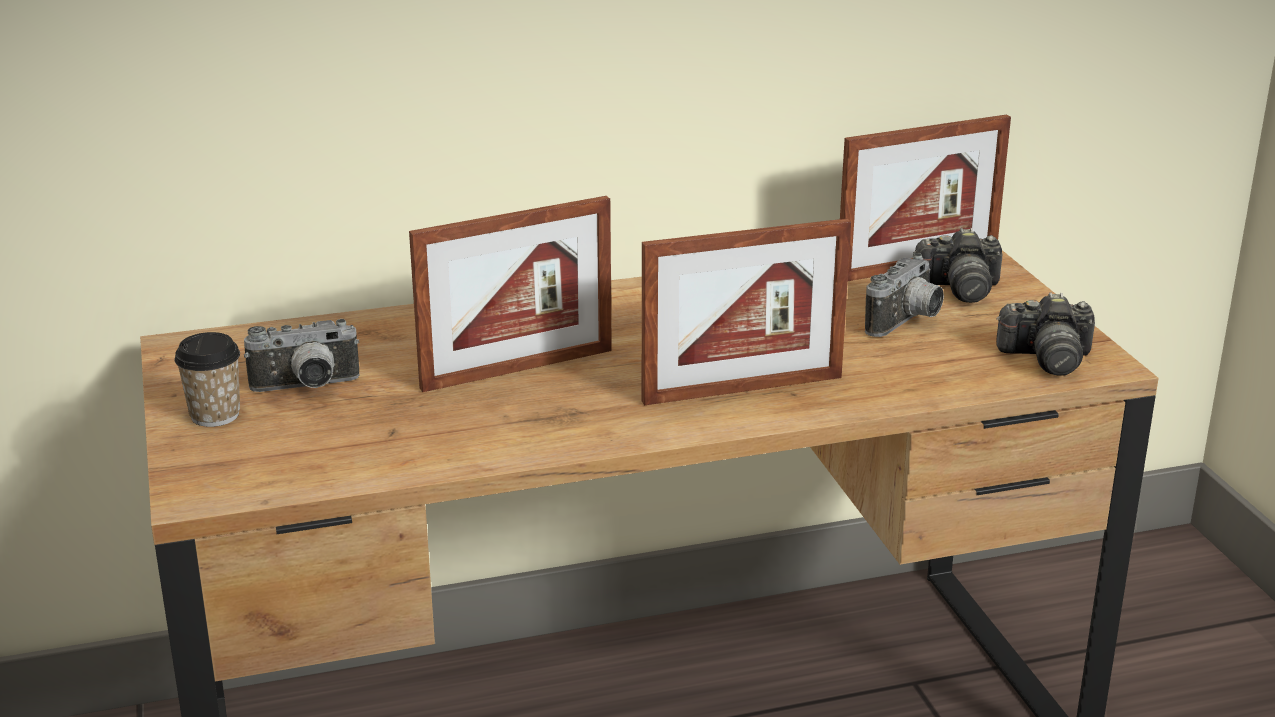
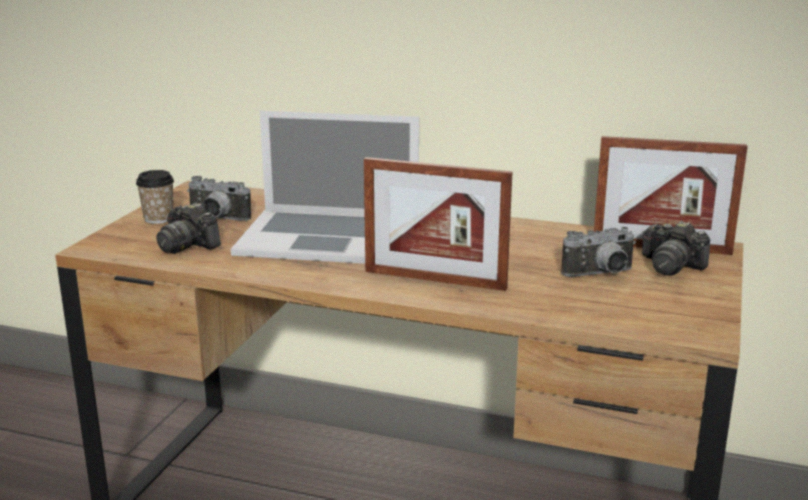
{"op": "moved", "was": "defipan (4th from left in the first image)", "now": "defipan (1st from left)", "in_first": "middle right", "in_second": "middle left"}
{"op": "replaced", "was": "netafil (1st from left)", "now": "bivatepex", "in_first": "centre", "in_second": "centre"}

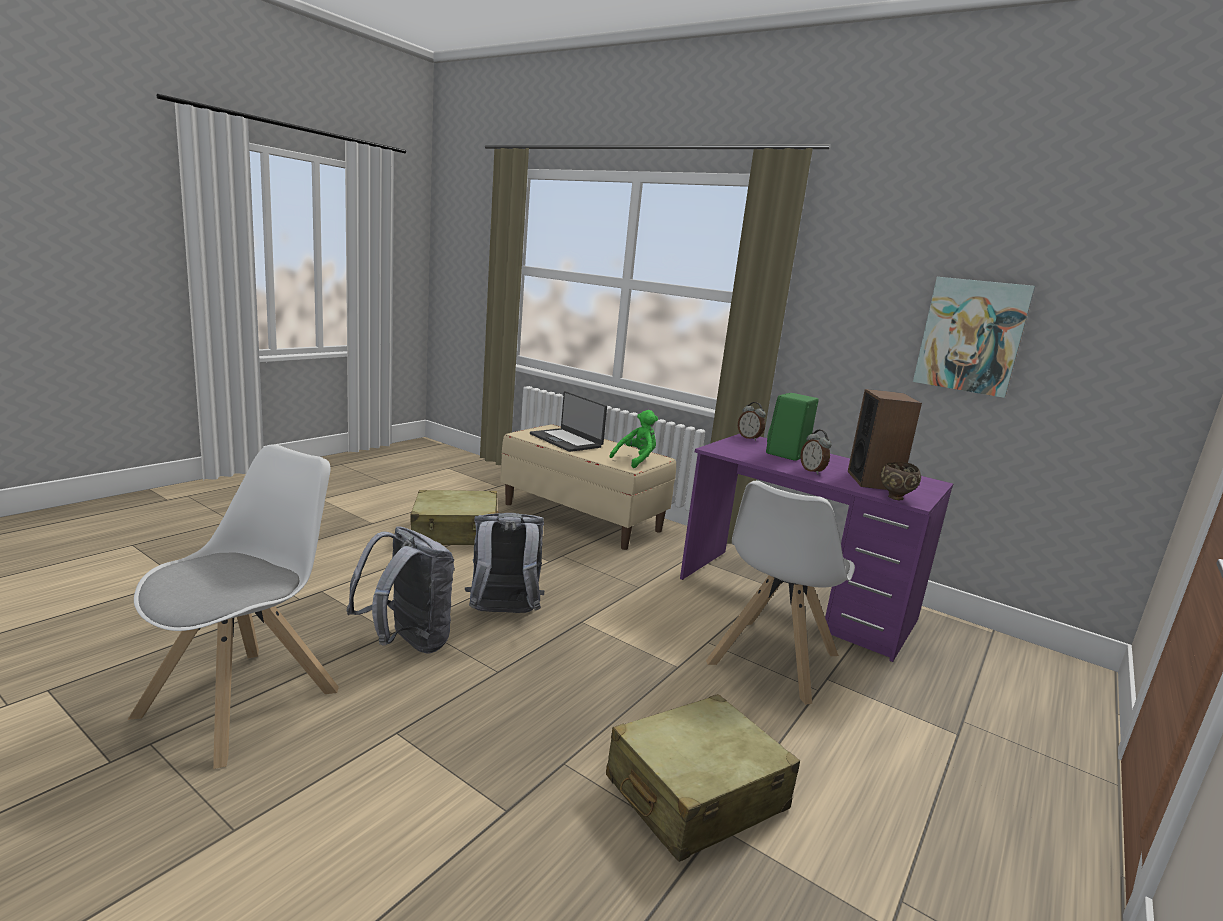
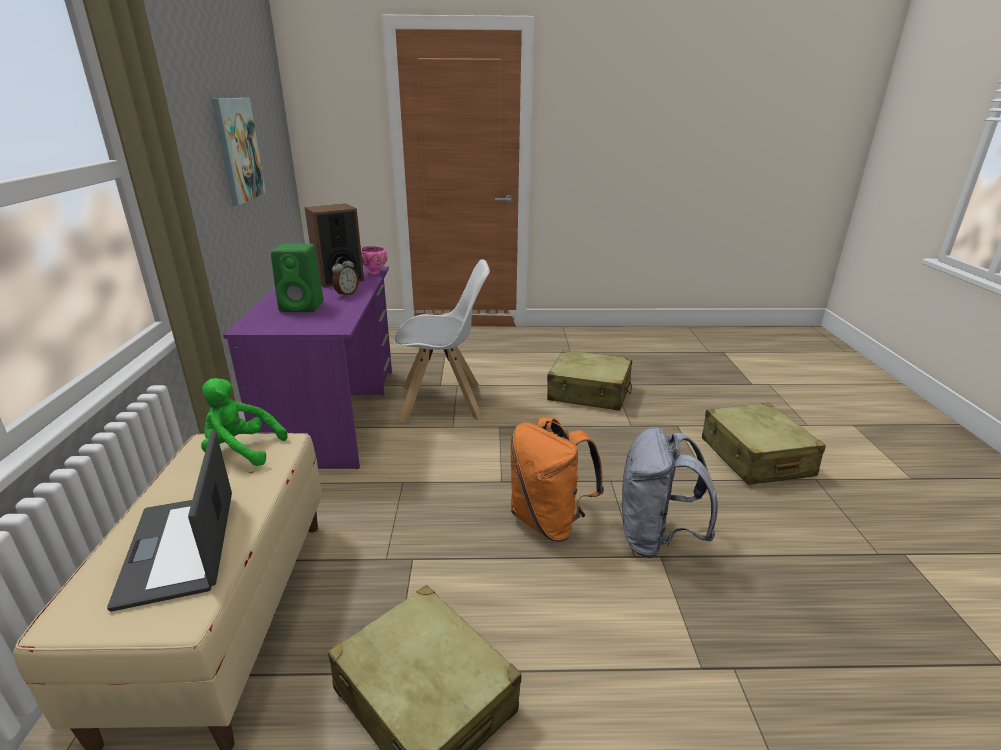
{"op": "turned", "was": "bivatepex", "in_first": "centre", "in_second": "bottom left", "clockwise": 150}
{"op": "recoloured", "was": "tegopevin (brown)", "now": "tegopevin (pink)", "in_first": "middle right", "in_second": "centre"}
{"op": "recoloured", "was": "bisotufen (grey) (2nd from left)", "now": "bisotufen (orange)", "in_first": "centre", "in_second": "centre"}
{"op": "added", "now": "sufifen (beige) (3rd from left)", "in_second": "middle right"}
{"op": "removed", "was": "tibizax (1st from left)", "in_first": "middle left"}
{"op": "removed", "was": "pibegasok (1st from left)", "in_first": "centre"}

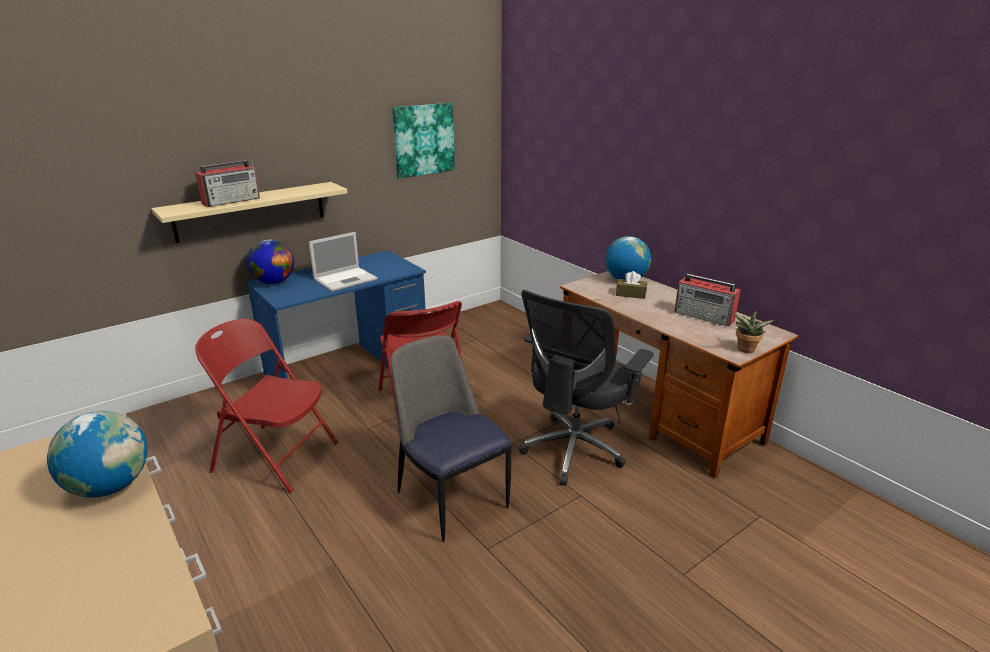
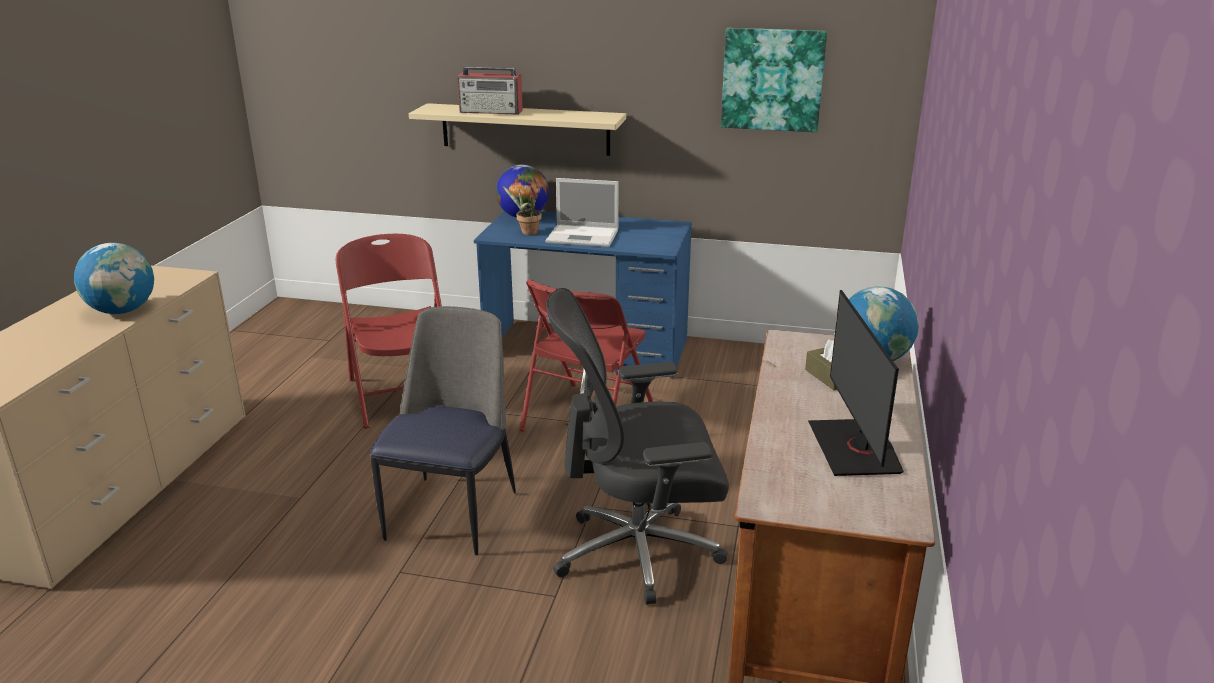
{"op": "moved", "was": "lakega", "in_first": "middle right", "in_second": "top centre"}
{"op": "replaced", "was": "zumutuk (2nd from left)", "now": "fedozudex", "in_first": "middle right", "in_second": "middle right"}

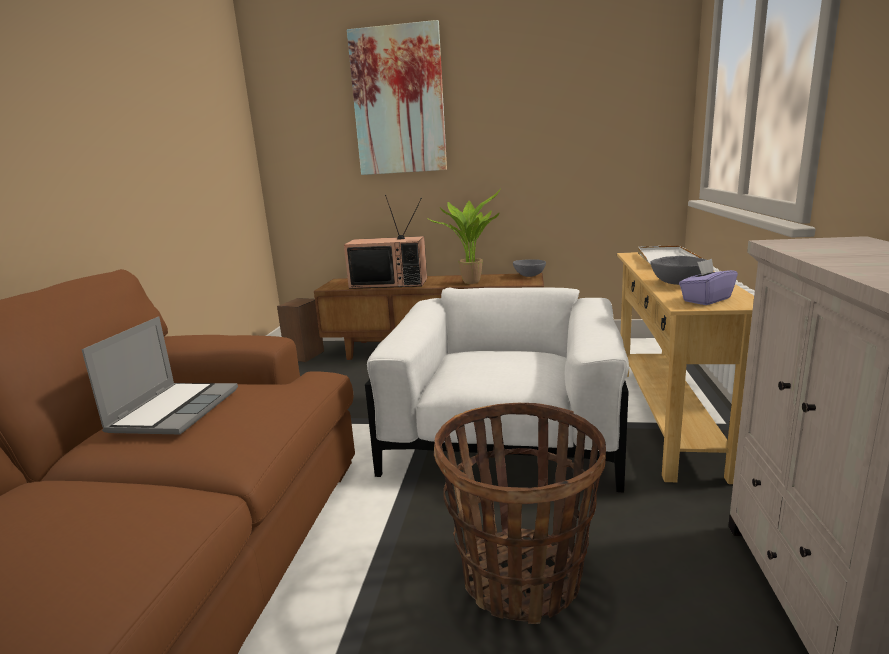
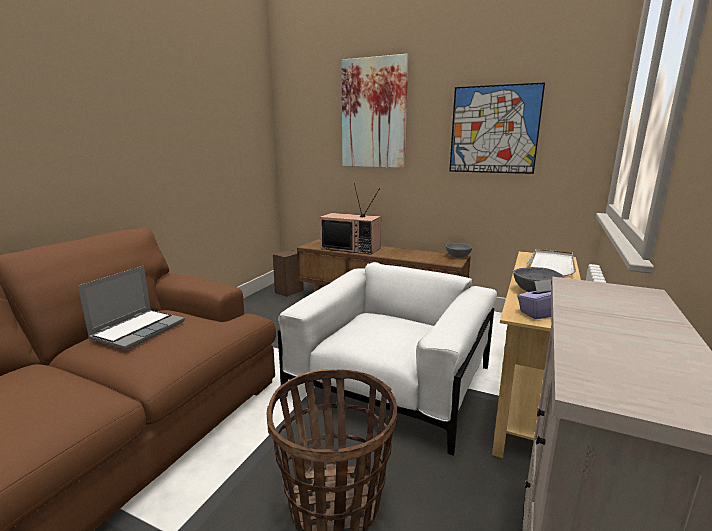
{"op": "added", "now": "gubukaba (2nd from left)", "in_second": "top right"}
{"op": "removed", "was": "lakega", "in_first": "centre"}

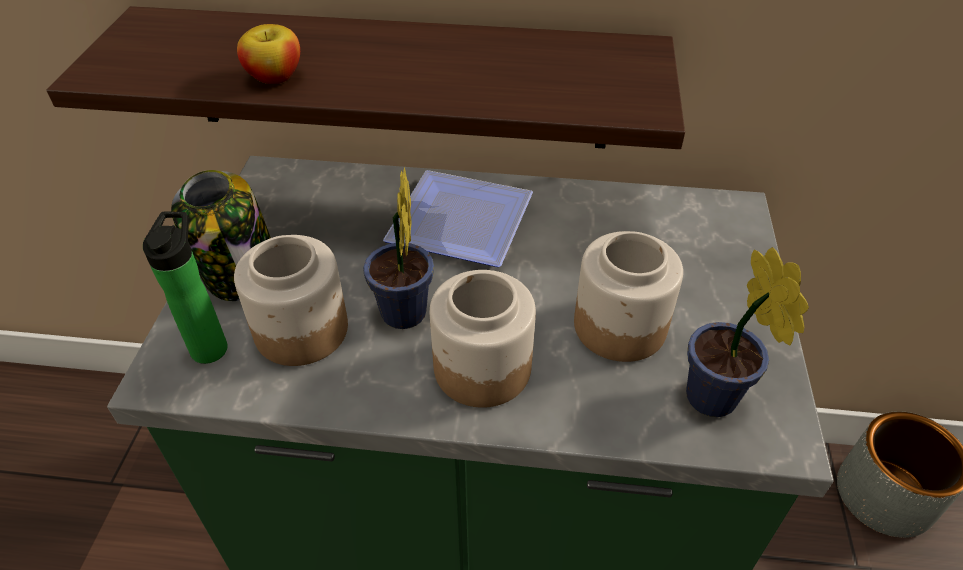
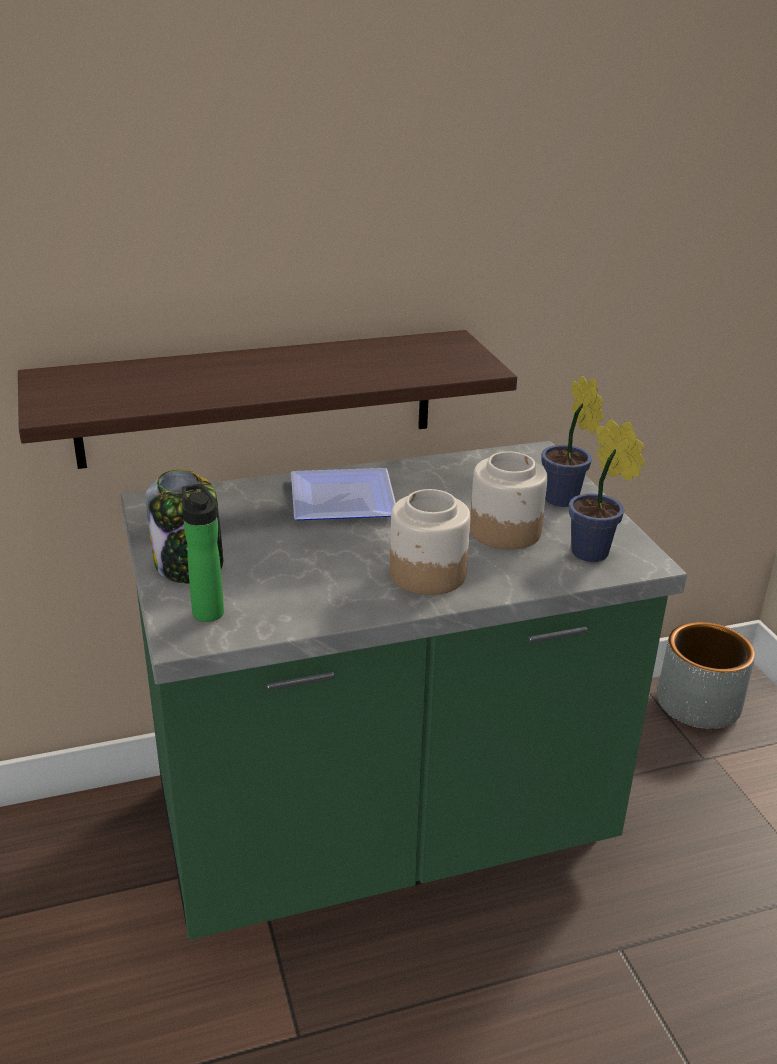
{"op": "moved", "was": "lakega (1st from left)", "in_first": "centre", "in_second": "middle right"}
{"op": "removed", "was": "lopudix (2nd from left)", "in_first": "middle left"}
{"op": "removed", "was": "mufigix", "in_first": "top left"}

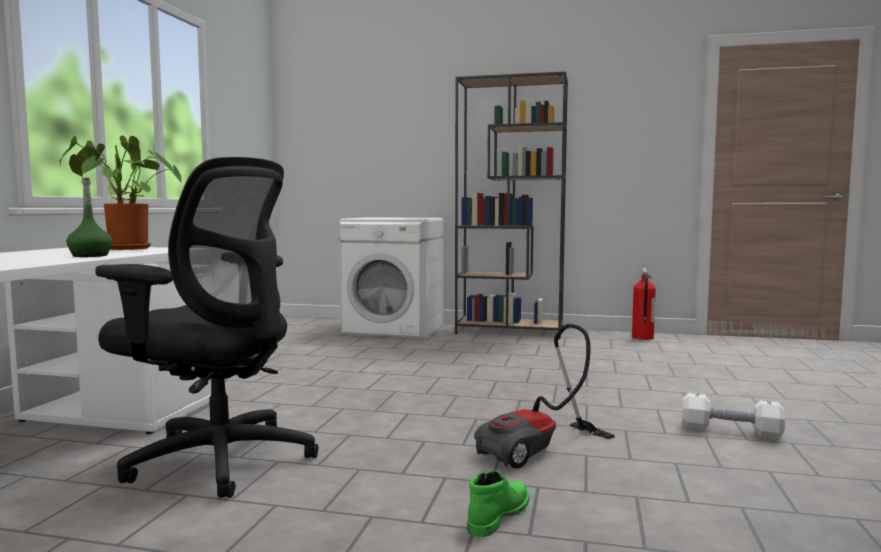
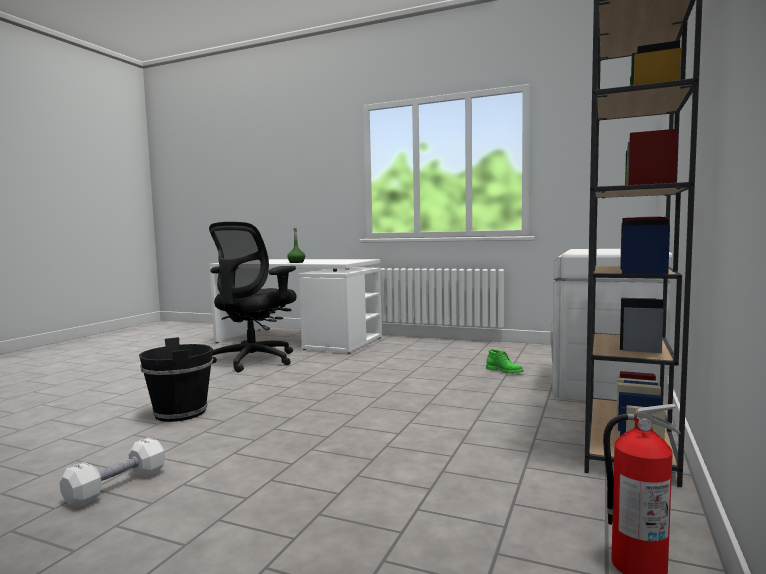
{"op": "replaced", "was": "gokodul", "now": "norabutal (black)", "in_first": "bottom centre", "in_second": "middle left"}
{"op": "moved", "was": "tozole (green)", "in_first": "bottom centre", "in_second": "centre"}
{"op": "removed", "was": "lakega", "in_first": "middle left"}

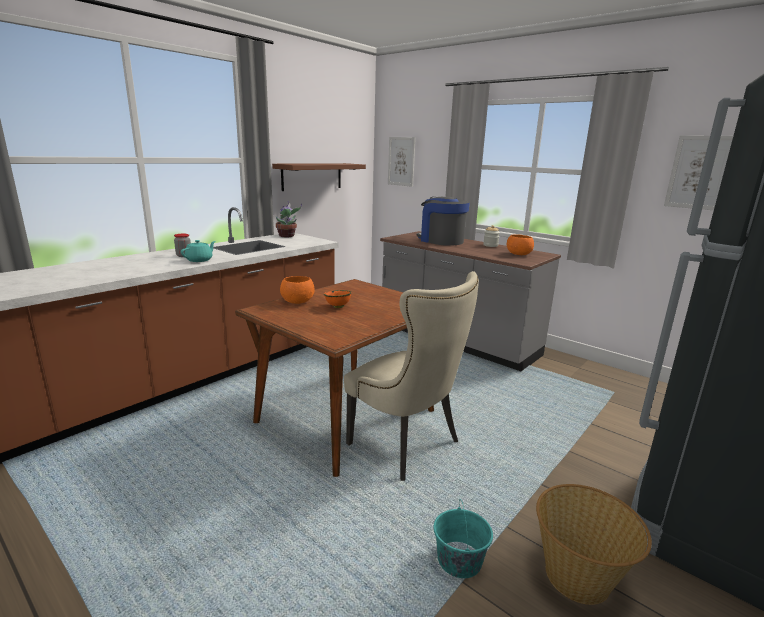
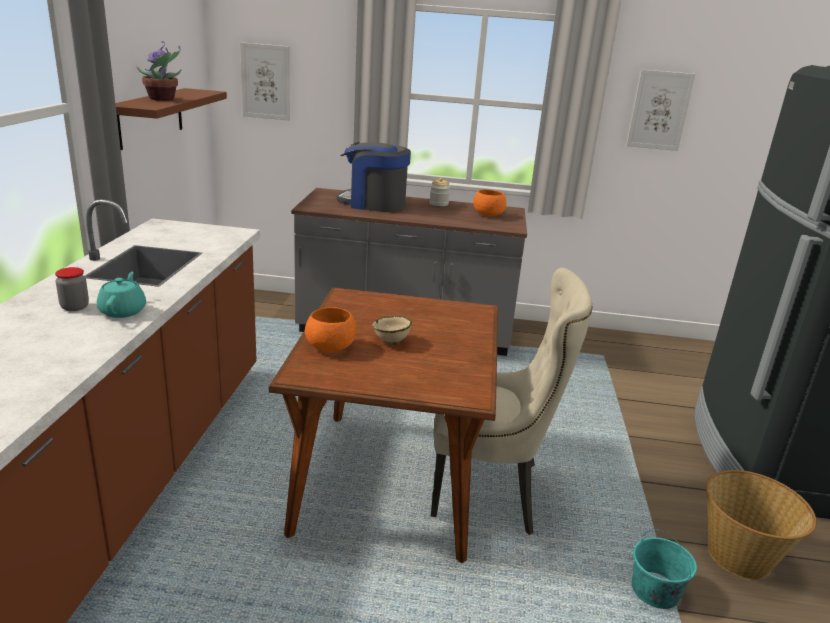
{"op": "moved", "was": "lakega", "in_first": "centre", "in_second": "top left"}
{"op": "recoloured", "was": "tegopevin (orange) (2nd from left)", "now": "tegopevin (beige)", "in_first": "centre", "in_second": "centre"}

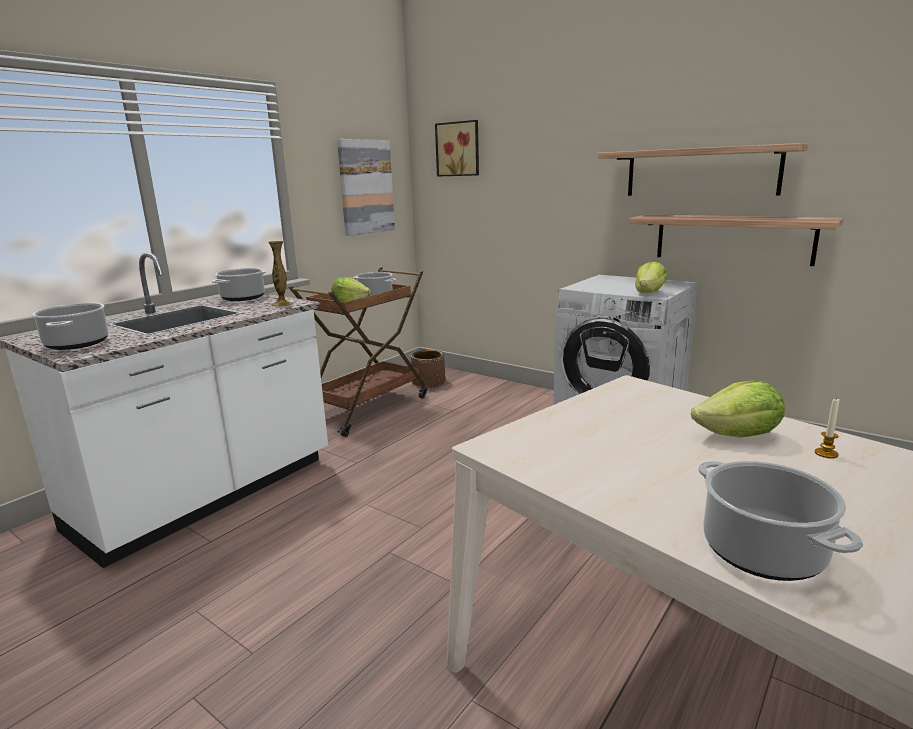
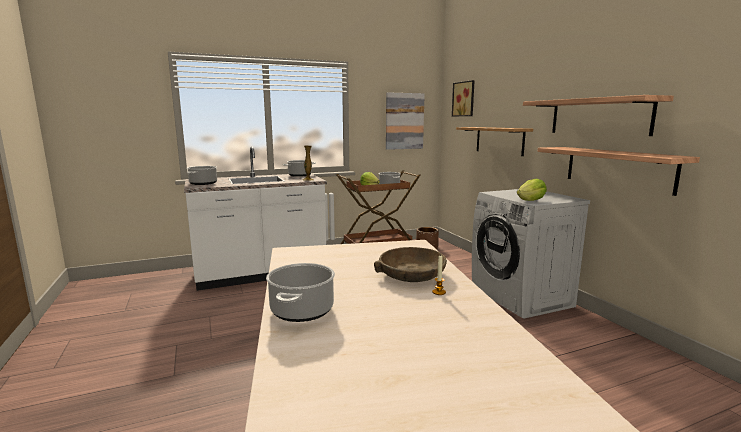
{"op": "replaced", "was": "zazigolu (3rd from left)", "now": "tegopevin (brown)", "in_first": "middle right", "in_second": "centre"}
{"op": "added", "now": "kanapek (1st from left)", "in_second": "top right"}

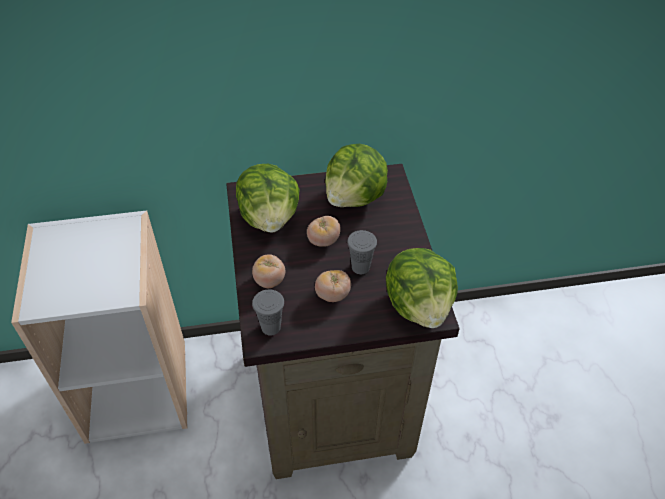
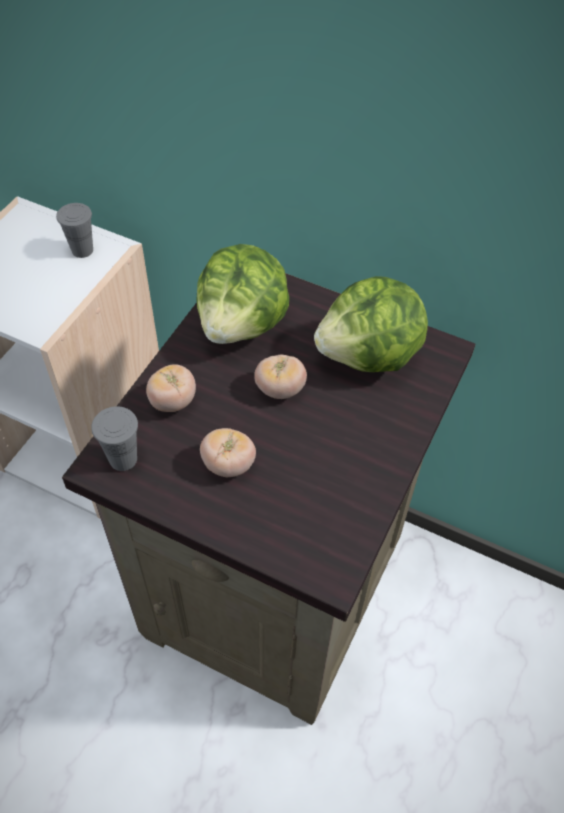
{"op": "moved", "was": "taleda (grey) (2nd from left in the first image)", "now": "taleda (grey) (1st from left)", "in_first": "centre", "in_second": "top left"}
{"op": "removed", "was": "zazigolu (3rd from left)", "in_first": "centre"}

